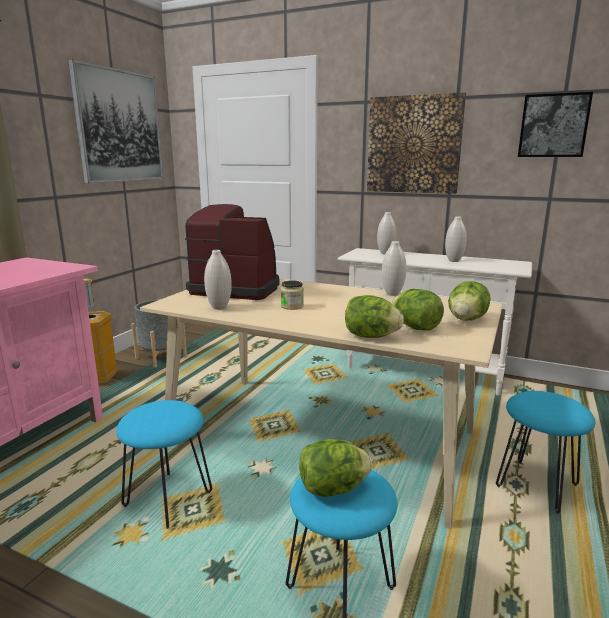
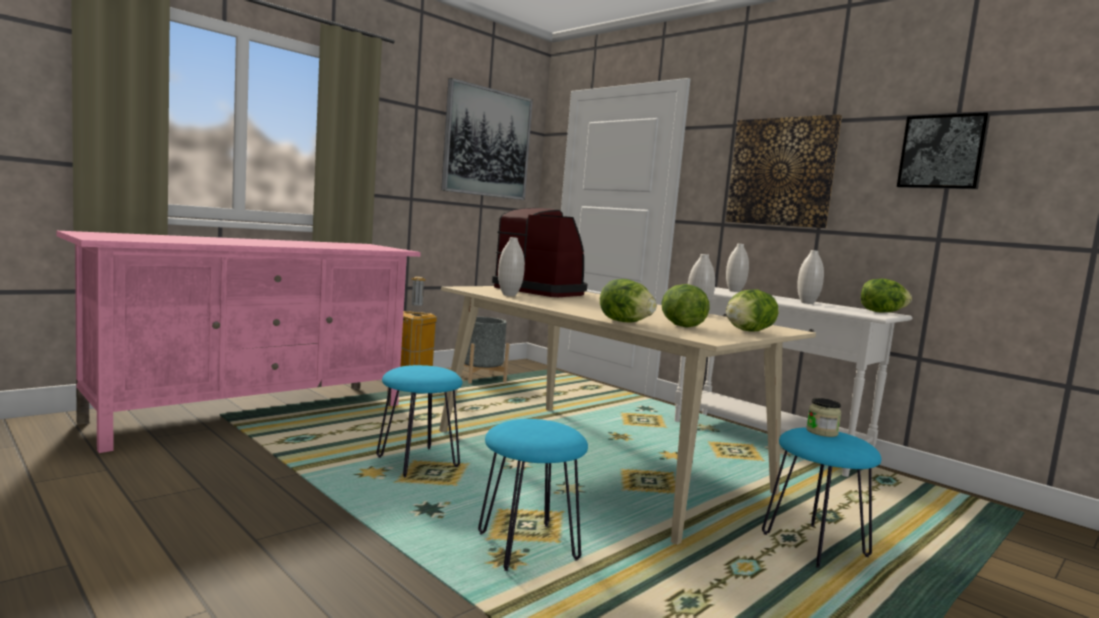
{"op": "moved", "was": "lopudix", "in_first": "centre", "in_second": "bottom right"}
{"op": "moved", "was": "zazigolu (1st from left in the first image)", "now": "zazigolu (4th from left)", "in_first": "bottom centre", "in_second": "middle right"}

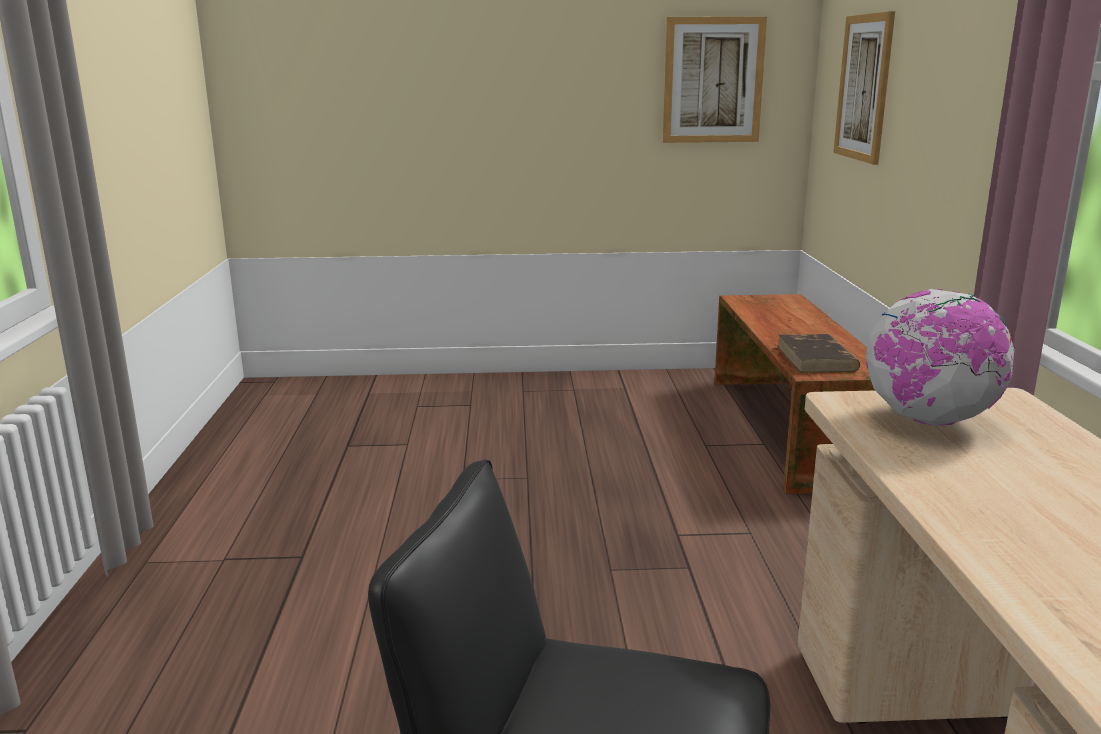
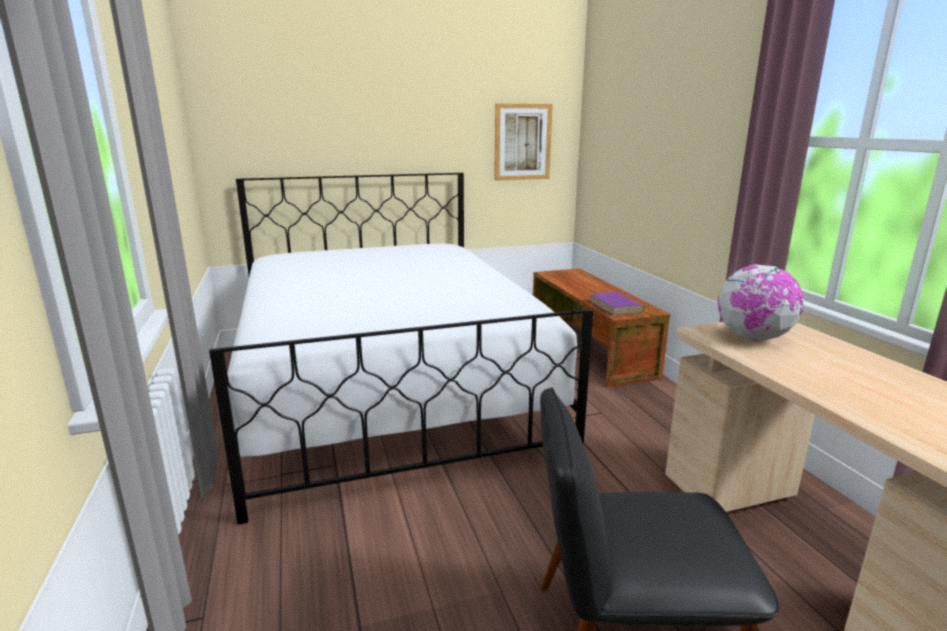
{"op": "added", "now": "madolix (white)", "in_second": "centre"}
{"op": "recoloured", "was": "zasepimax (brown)", "now": "zasepimax (purple)", "in_first": "middle right", "in_second": "centre"}
{"op": "removed", "was": "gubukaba (2nd from left)", "in_first": "top right"}

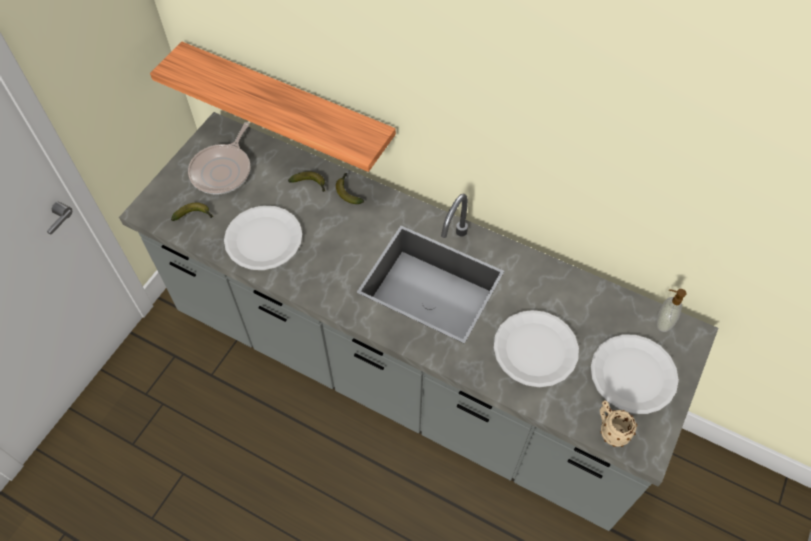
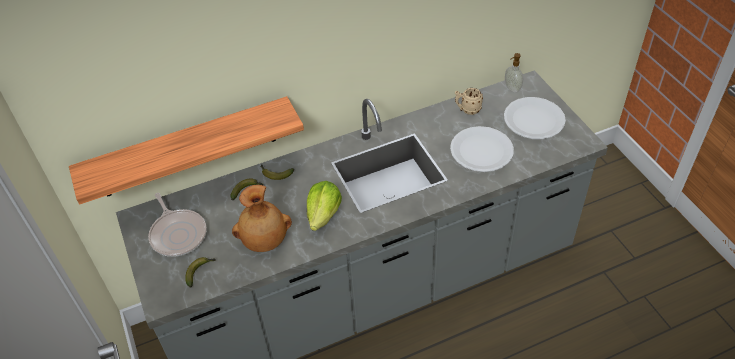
{"op": "replaced", "was": "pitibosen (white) (1st from left)", "now": "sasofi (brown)", "in_first": "middle left", "in_second": "centre"}
{"op": "added", "now": "zazigolu", "in_second": "centre"}
{"op": "moved", "was": "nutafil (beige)", "in_first": "bottom right", "in_second": "top centre"}

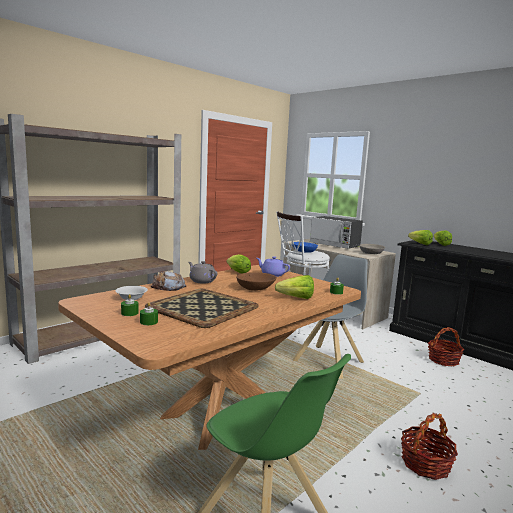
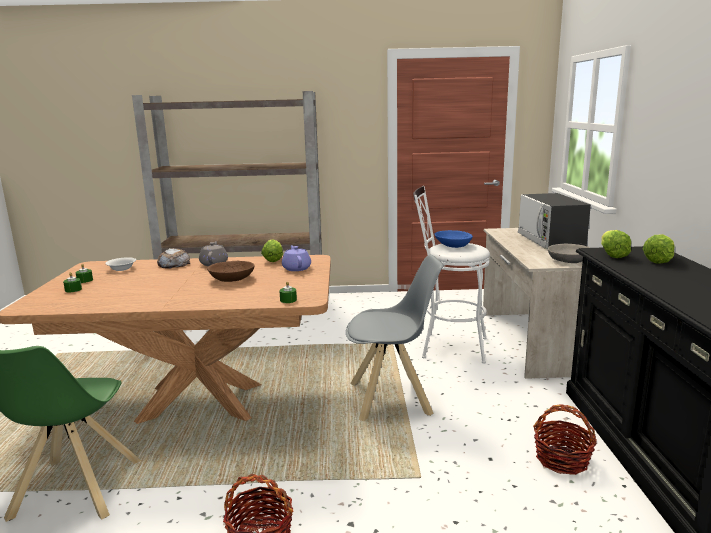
{"op": "removed", "was": "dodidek", "in_first": "centre"}
{"op": "removed", "was": "zazigolu (2nd from left)", "in_first": "centre"}

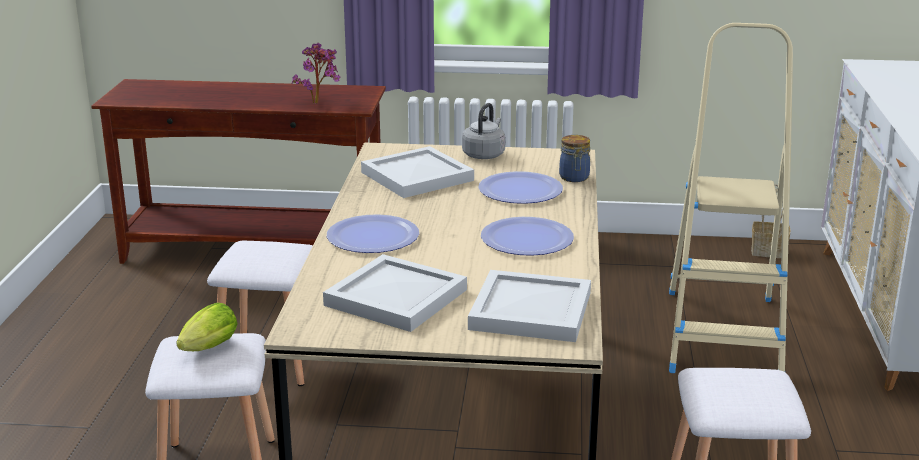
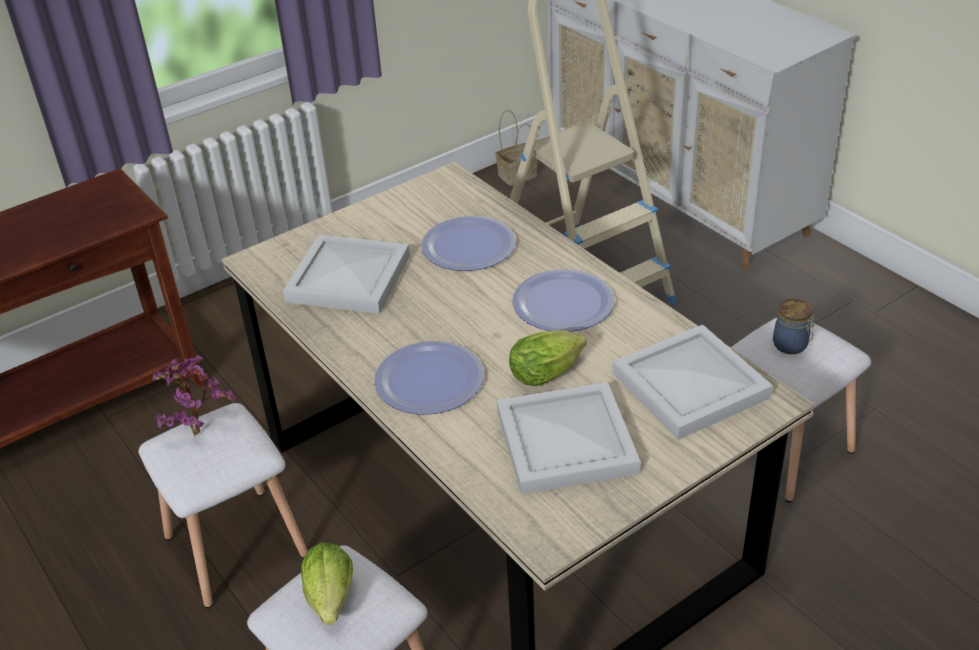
{"op": "moved", "was": "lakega", "in_first": "top centre", "in_second": "middle left"}
{"op": "added", "now": "zazigolu (2nd from left)", "in_second": "centre"}
{"op": "moved", "was": "lopudix", "in_first": "centre", "in_second": "middle right"}
{"op": "removed", "was": "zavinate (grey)", "in_first": "top centre"}

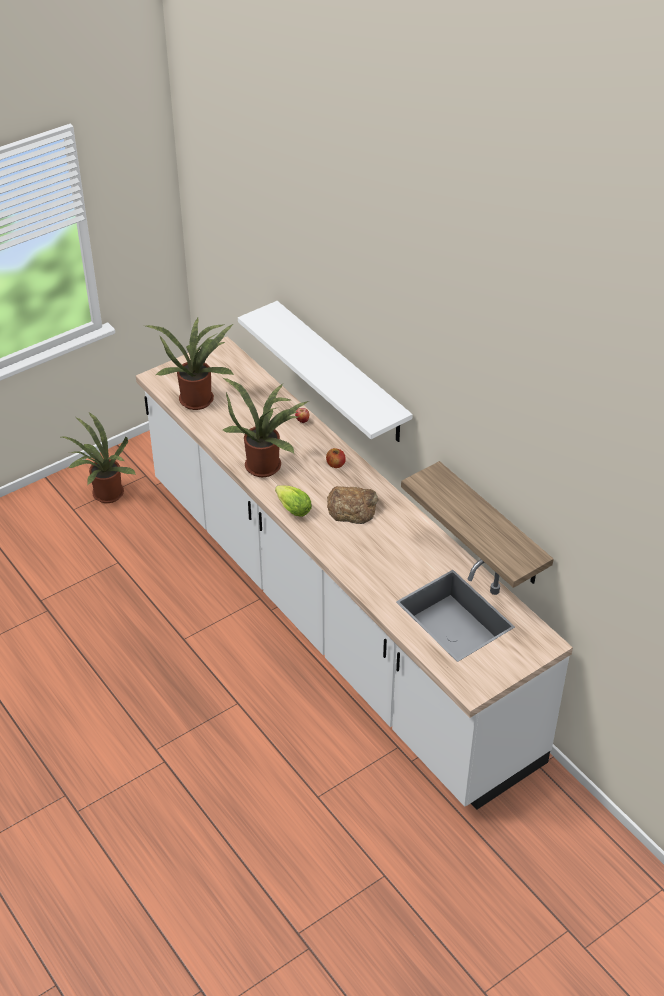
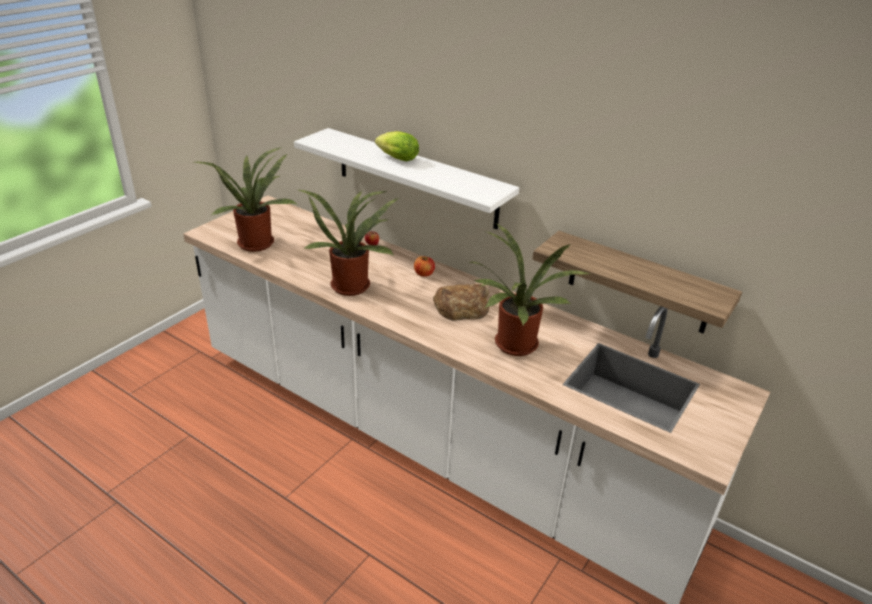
{"op": "moved", "was": "zazigolu", "in_first": "centre", "in_second": "top centre"}
{"op": "moved", "was": "lakega (1st from left in the first image)", "now": "lakega (3rd from left)", "in_first": "middle left", "in_second": "centre"}

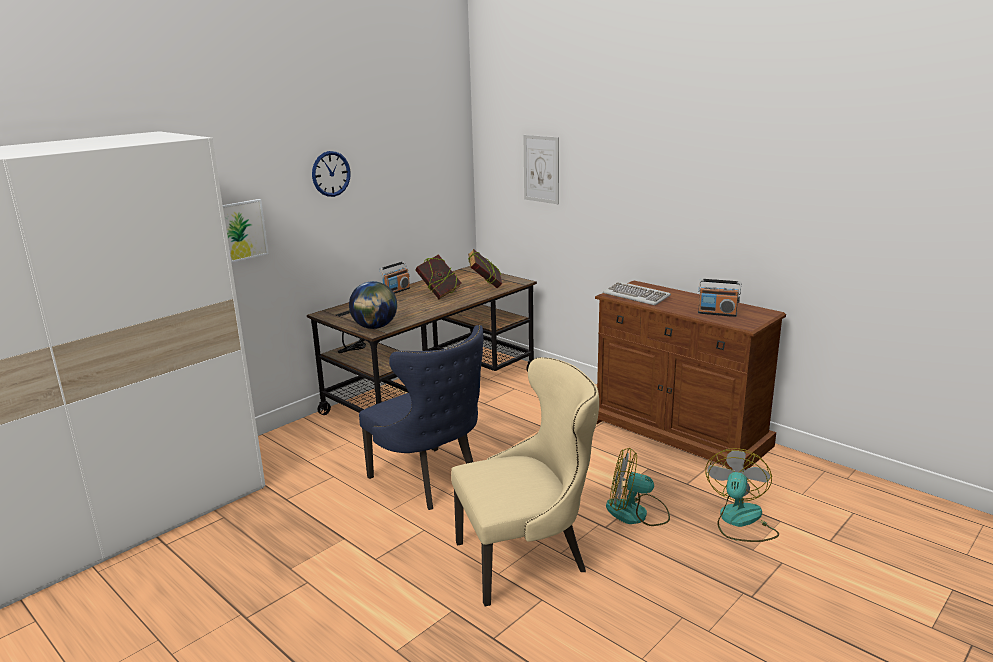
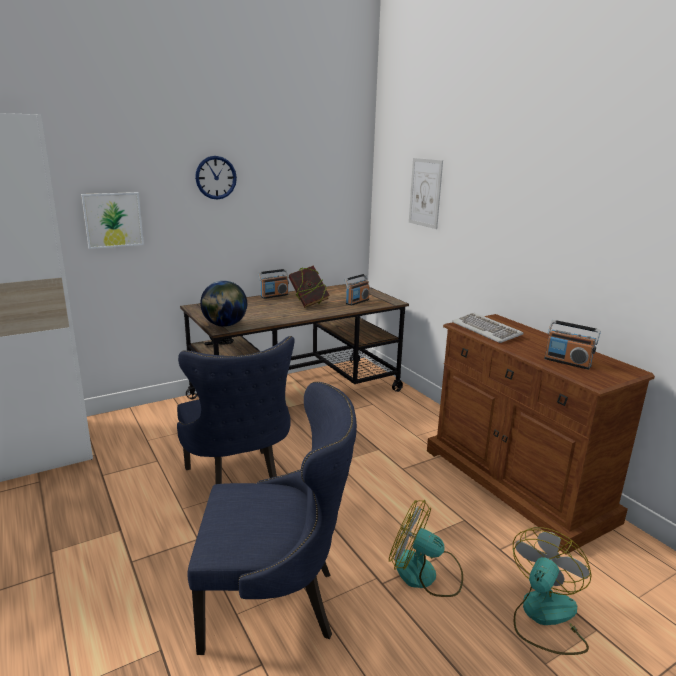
{"op": "recoloured", "was": "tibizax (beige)", "now": "tibizax (blue) (2nd from left)", "in_first": "bottom centre", "in_second": "bottom centre"}
{"op": "replaced", "was": "zasepimax (2nd from left)", "now": "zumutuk (2nd from left)", "in_first": "centre", "in_second": "centre"}

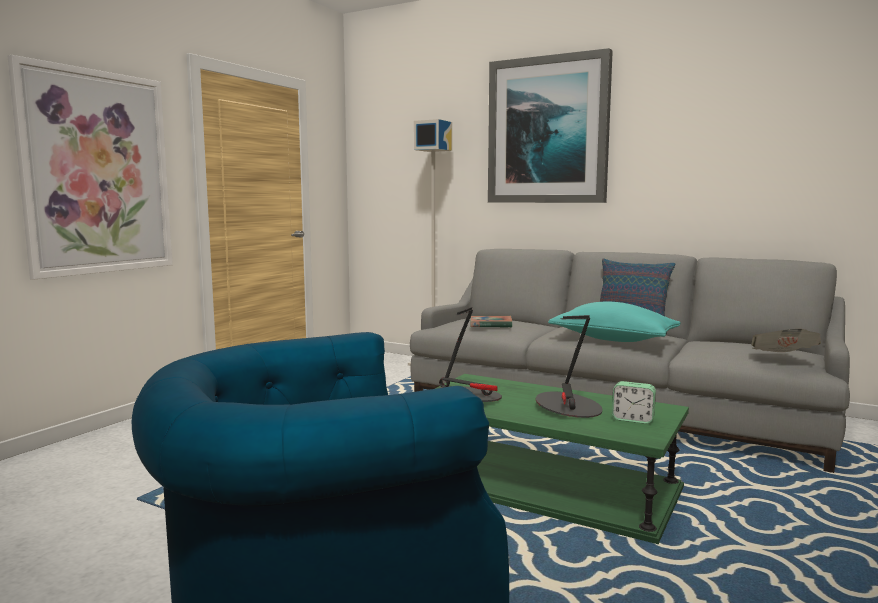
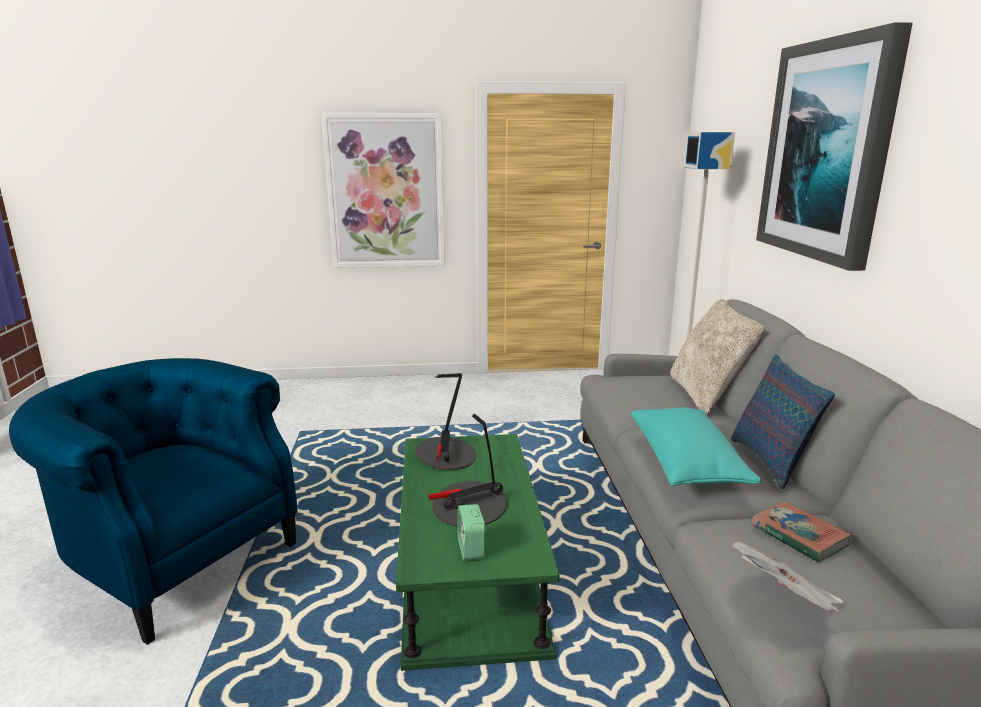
{"op": "added", "now": "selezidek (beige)", "in_second": "middle right"}
{"op": "moved", "was": "zasepimax", "in_first": "centre", "in_second": "bottom right"}

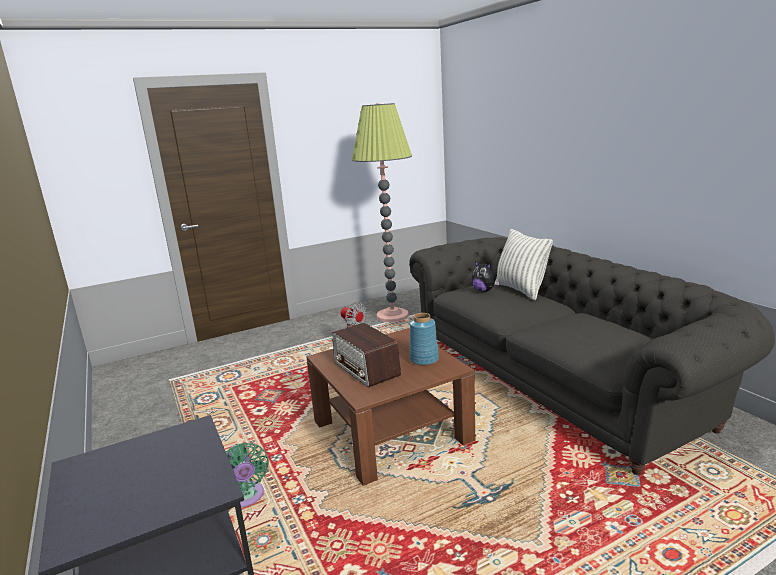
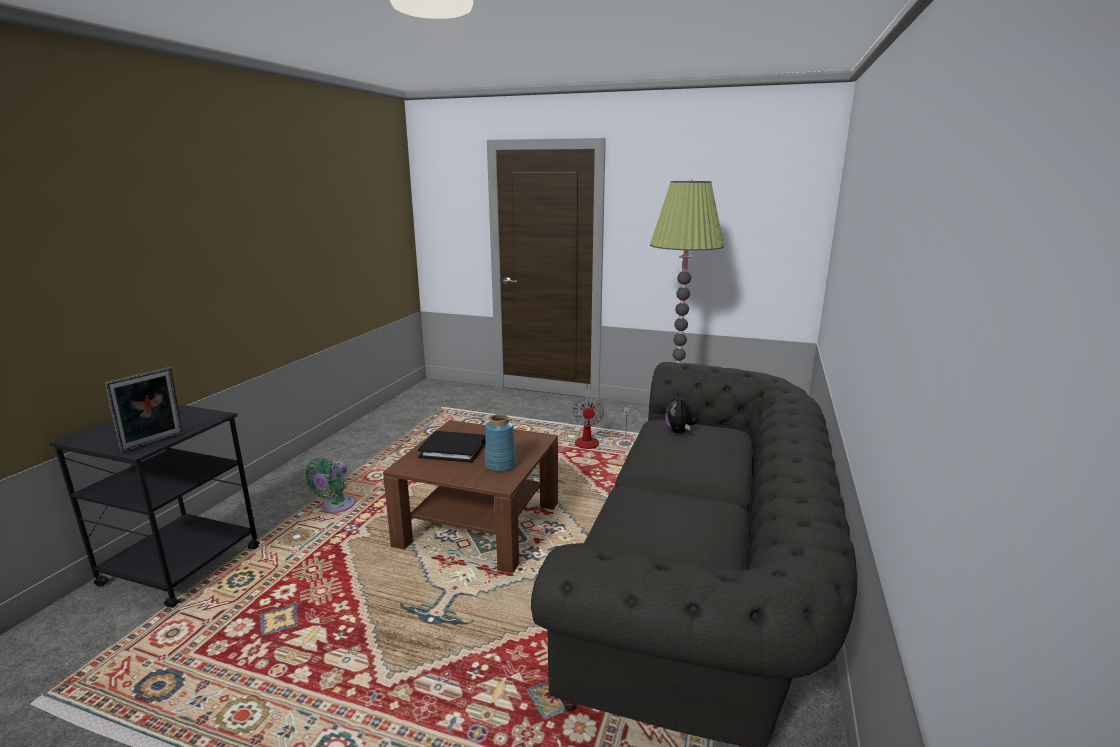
{"op": "added", "now": "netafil", "in_second": "middle left"}
{"op": "replaced", "was": "zumutuk", "now": "zasepimax (black)", "in_first": "centre", "in_second": "centre"}
{"op": "removed", "was": "selezidek", "in_first": "middle right"}

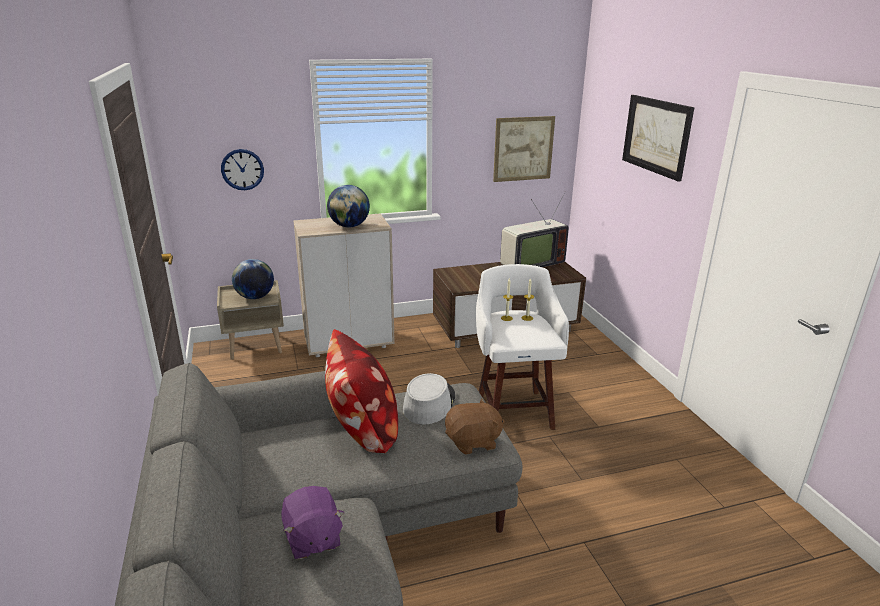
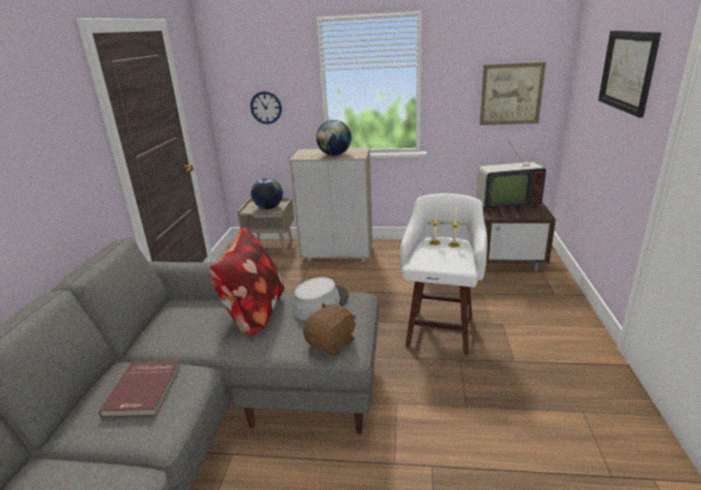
{"op": "replaced", "was": "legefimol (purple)", "now": "zasepimax (red)", "in_first": "bottom centre", "in_second": "bottom left"}
{"op": "turned", "was": "legefimol (brown)", "in_first": "bottom centre", "in_second": "bottom centre", "clockwise": -60}

